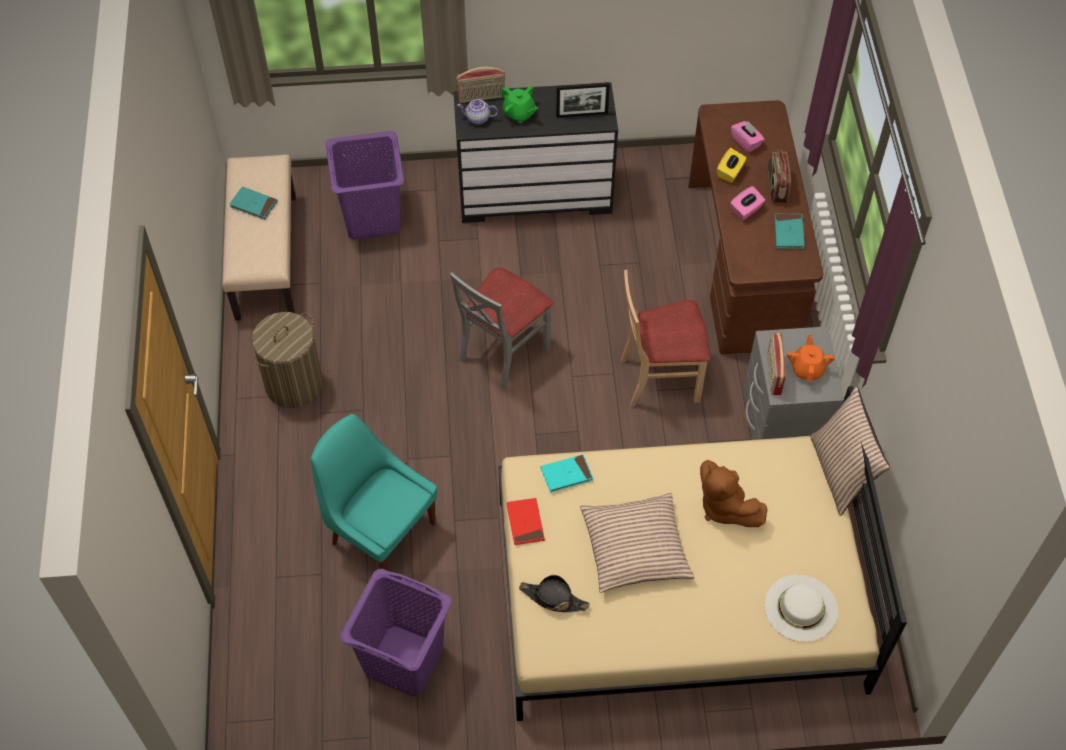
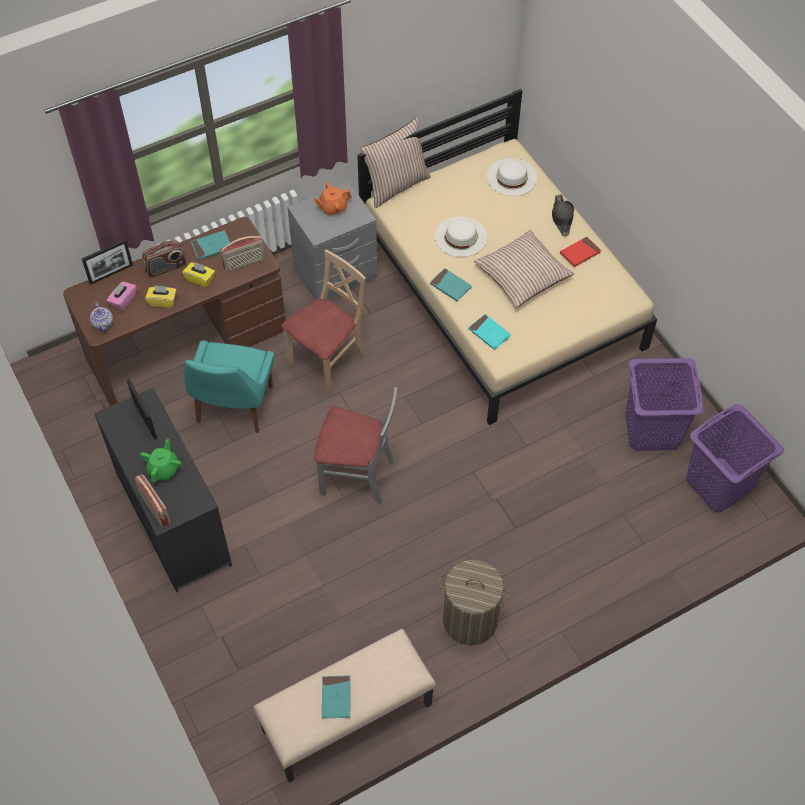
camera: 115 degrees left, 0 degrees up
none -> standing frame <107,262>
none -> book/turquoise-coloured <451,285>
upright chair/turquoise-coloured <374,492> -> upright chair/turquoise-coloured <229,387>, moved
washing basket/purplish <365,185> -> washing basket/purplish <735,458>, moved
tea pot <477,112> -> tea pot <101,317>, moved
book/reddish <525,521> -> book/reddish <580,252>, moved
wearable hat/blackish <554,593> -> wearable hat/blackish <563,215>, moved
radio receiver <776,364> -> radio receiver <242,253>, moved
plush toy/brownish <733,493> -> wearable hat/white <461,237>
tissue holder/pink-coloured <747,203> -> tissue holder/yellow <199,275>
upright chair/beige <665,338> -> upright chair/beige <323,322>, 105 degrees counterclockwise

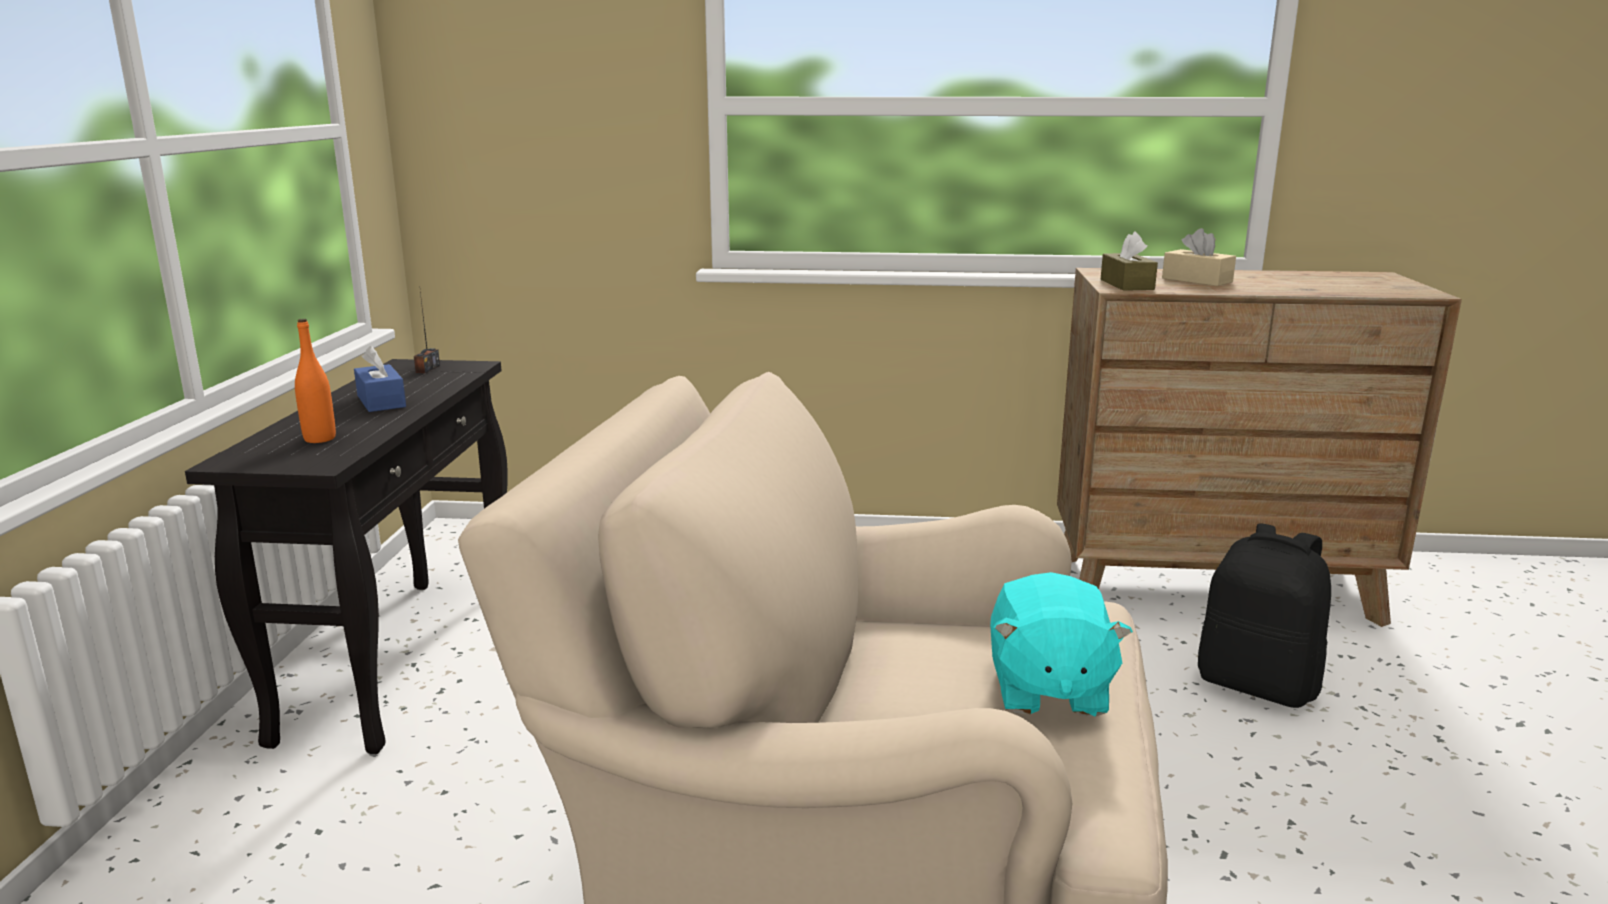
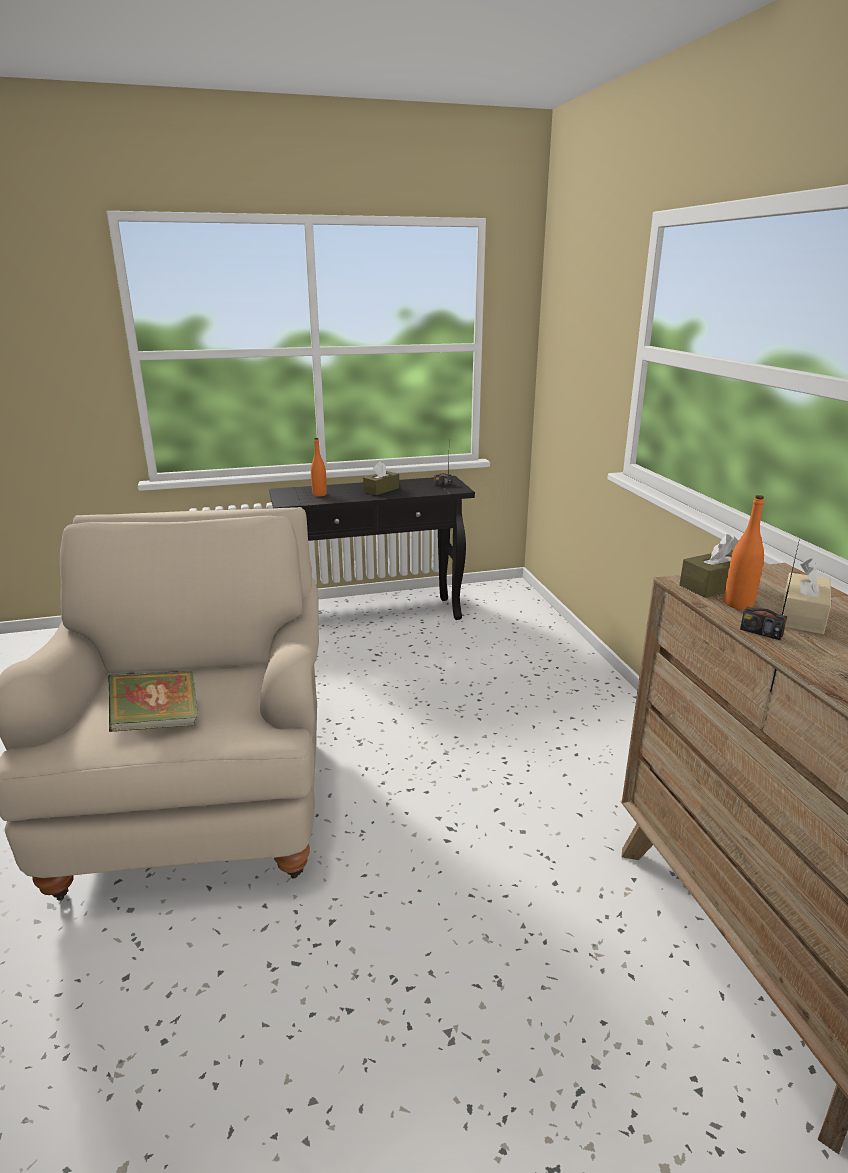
camera: 70 degrees right, 5 degrees up
knapsack/blackish <1264,615> -> none
none -> drink bottle/orange-coloured <744,552>
none -> radio receiver <770,589>
plush toy/turquoise-coloured <1061,644> -> book <153,701>
tissue holder/blue <380,379> -> tissue holder/brownish <381,478>

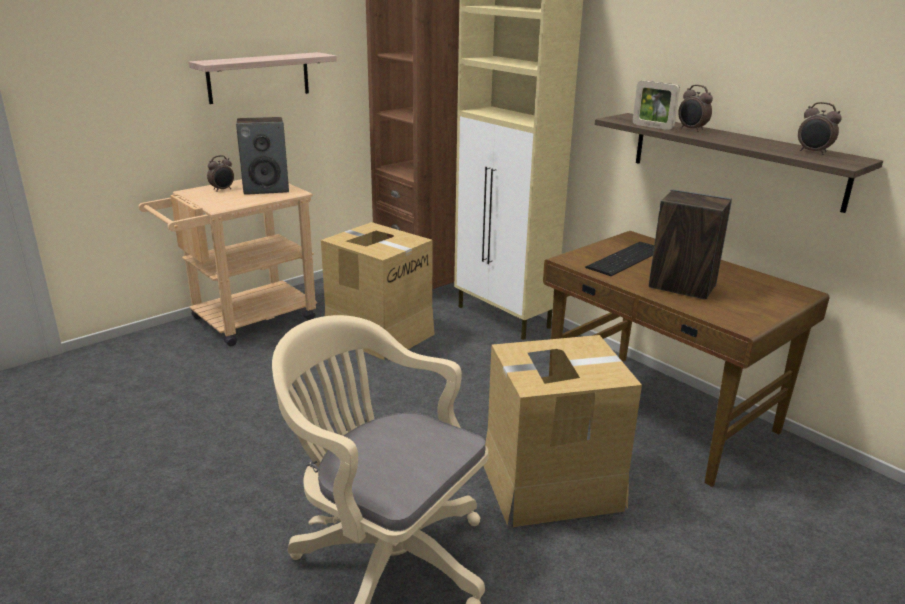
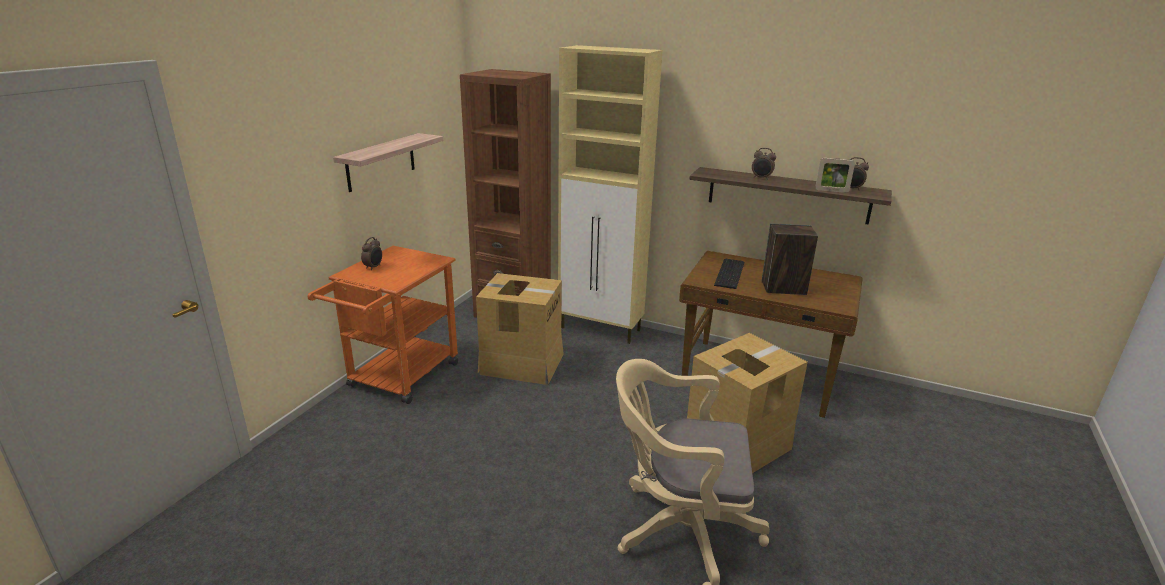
camera: 25 degrees left, 0 degrees up
loudspeaker <262,156> -> none
standing frame <656,105> -> standing frame <835,175>, moved
trolley/beige <227,262> -> trolley/orange-coloured <383,325>

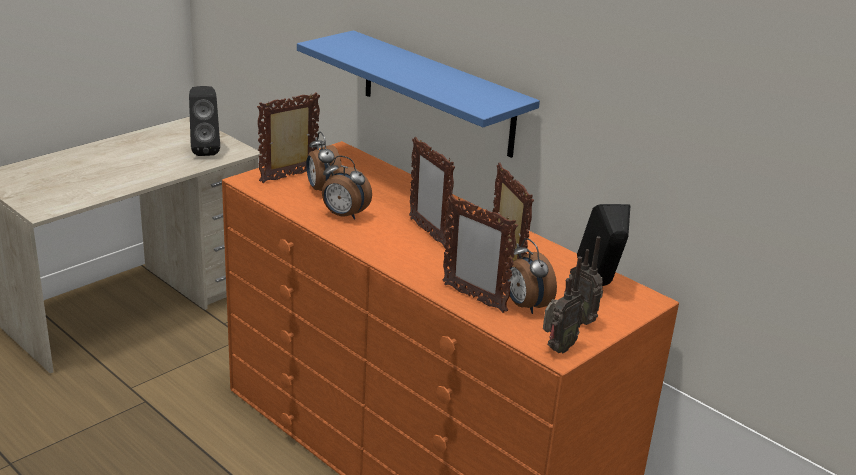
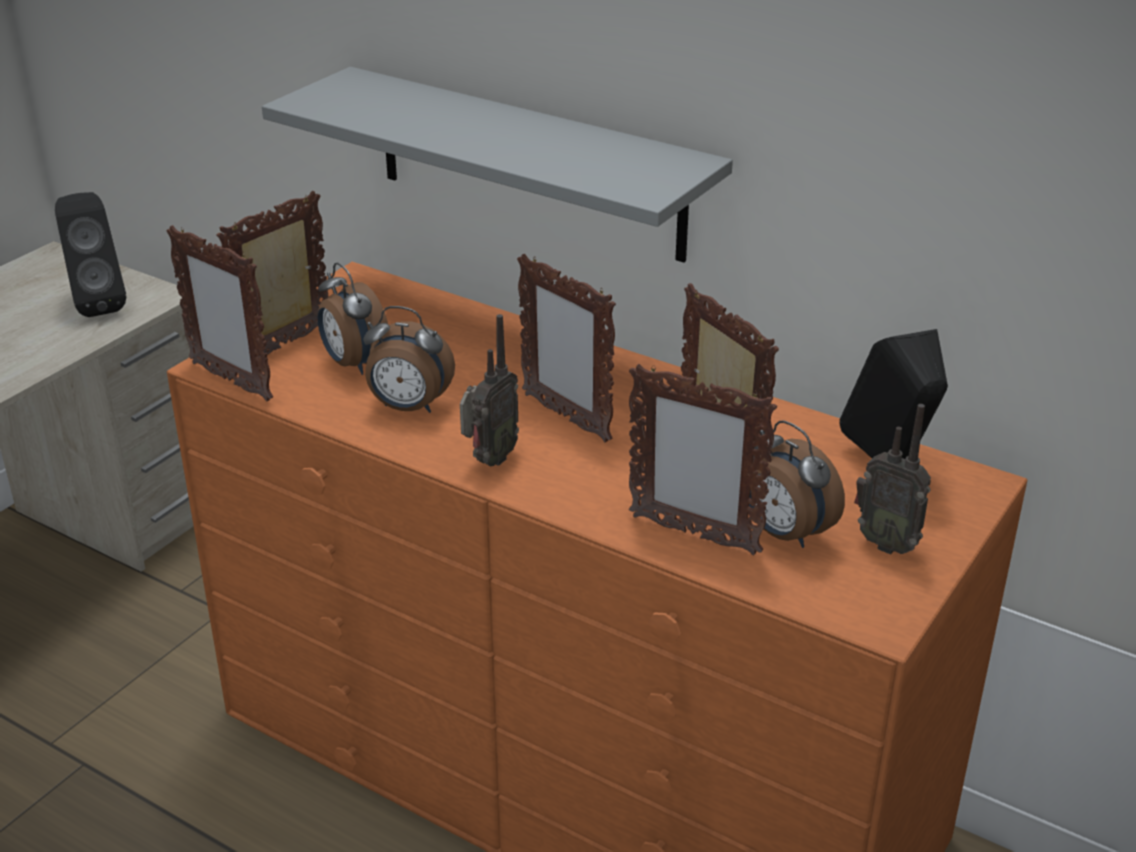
camera: 10 degrees left, 5 degrees up
none -> standing frame <219,313>
radio receiver <563,304> -> radio receiver <489,390>, moved
bracket shelf/blue <418,94> -> bracket shelf/greyish <497,165>

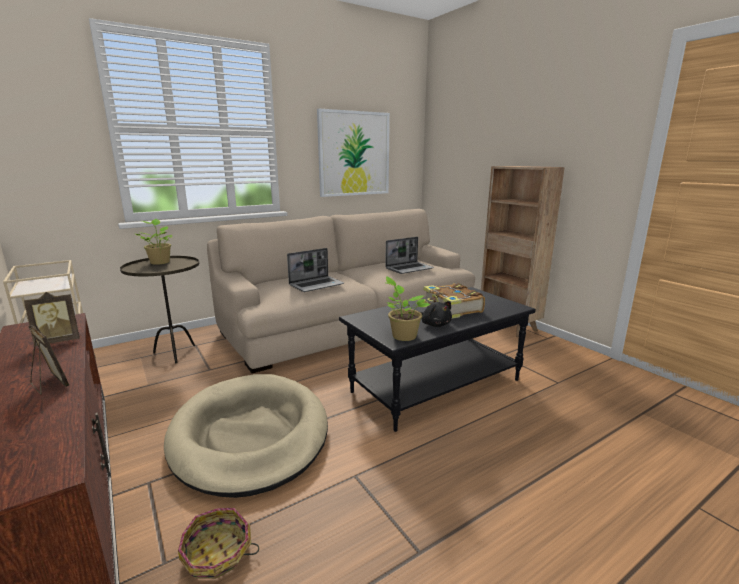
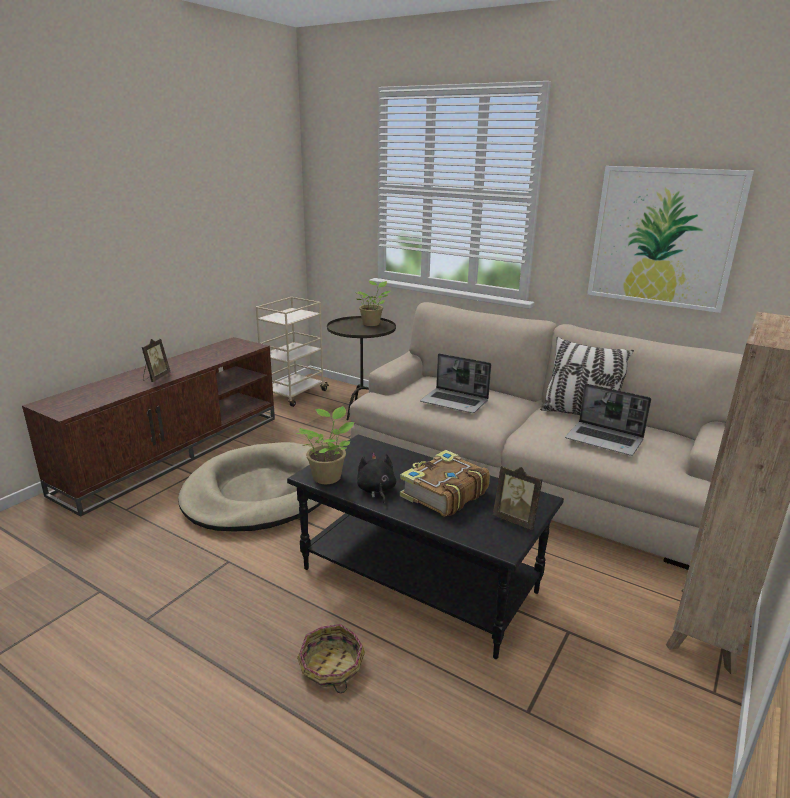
camera: 65 degrees right, 5 degrees up
none -> cushion <587,376>
standing frame <52,319> -> standing frame <518,498>, moved
basket <218,543> -> basket <331,658>, moved
plush toy/blackish <436,314> -> plush toy/blackish <376,478>, 135 degrees clockwise

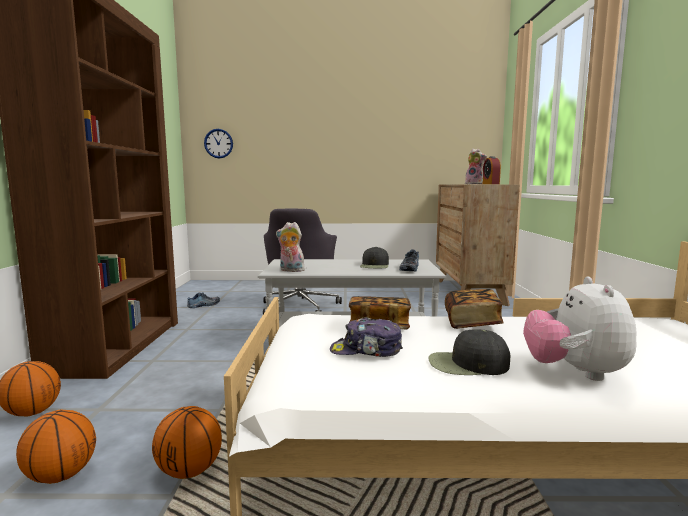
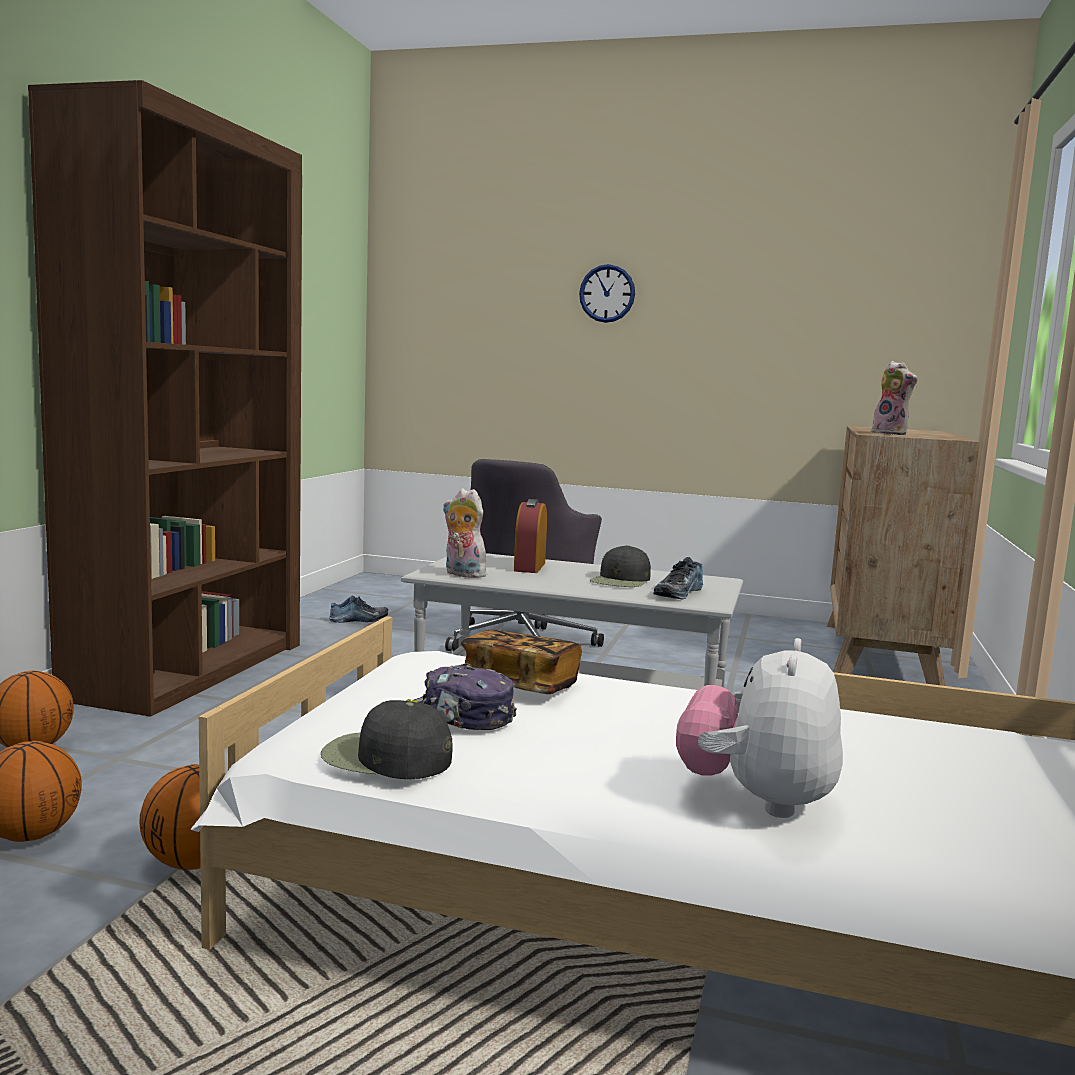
camera: 15 degrees right, 0 degrees up
book <474,309> -> none
clock on the wall <218,144> -> clock on the wall <607,293>, moved
cap/blackish <469,352> -> cap/blackish <387,739>, moved
bedside clock <491,170> -> bedside clock <530,536>, moved

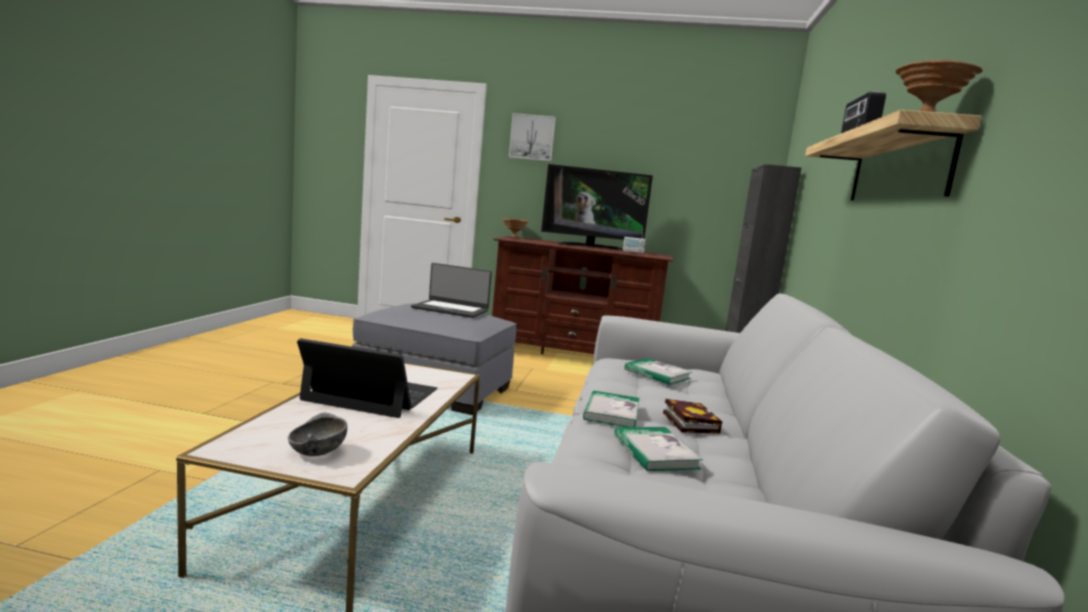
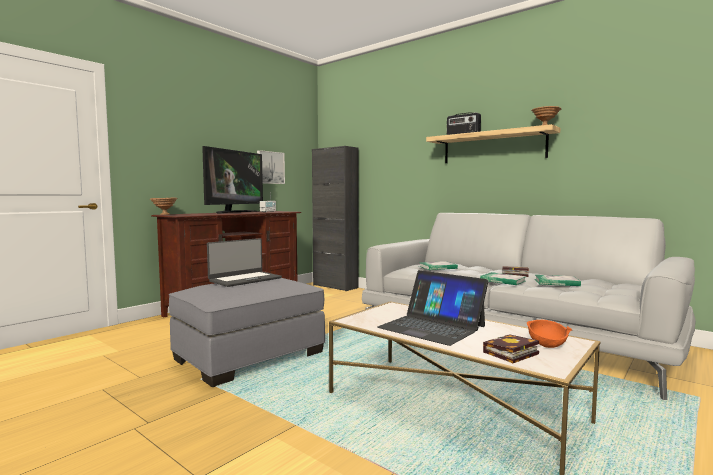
camera: 60 degrees left, 5 degrees down
none -> book <511,348>
wall art <532,137> -> wall art <271,167>, moved
serving bowl/greyish <317,434> -> serving bowl/orange-coloured <549,334>
notebook computer <367,378> -> notebook computer <432,308>, 90 degrees counterclockwise

